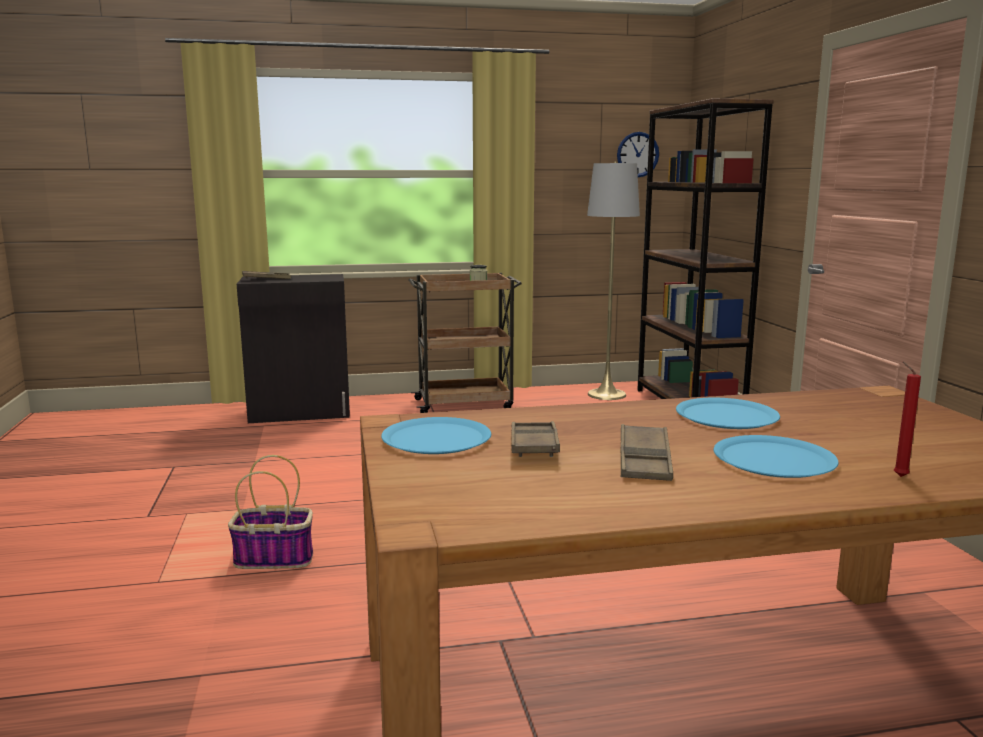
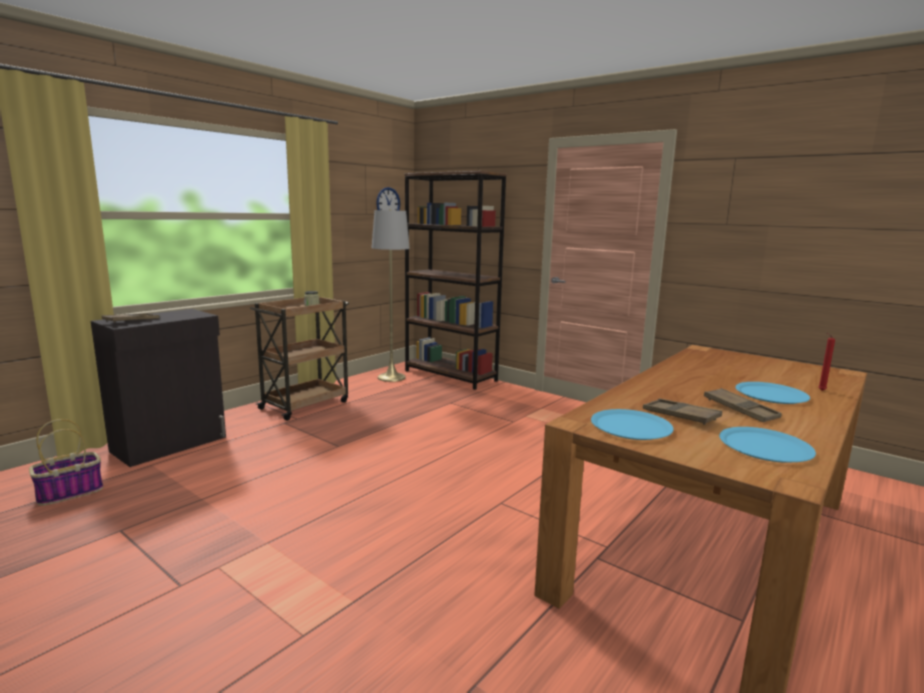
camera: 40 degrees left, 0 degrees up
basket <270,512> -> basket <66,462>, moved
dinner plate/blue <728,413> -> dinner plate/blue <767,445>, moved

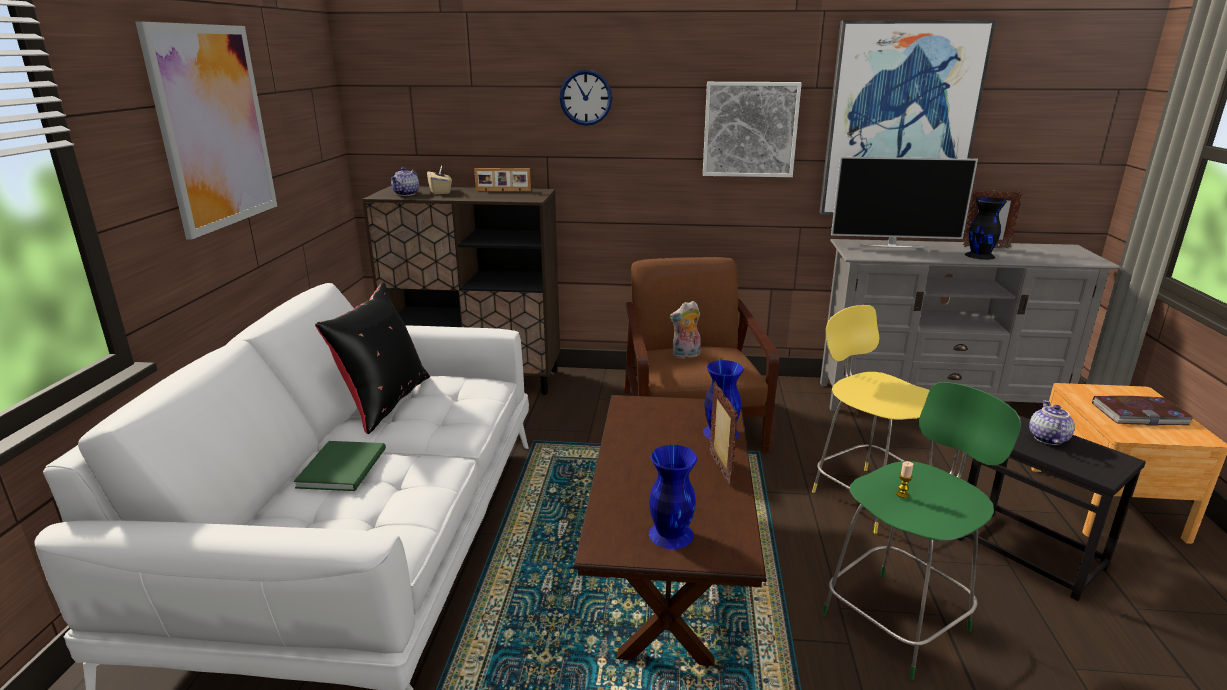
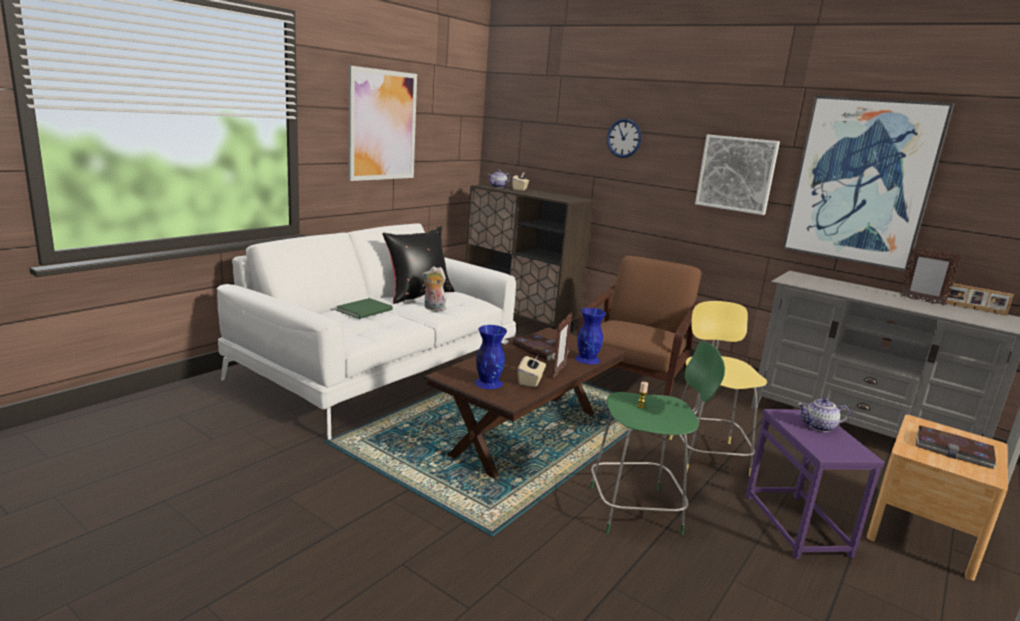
camera: 30 degrees right, 5 degrees down
television <904,202> -> none
decorative vase/blackish <986,228> -> none
none -> book <541,347>
none -> tissue holder/beige <532,370>
standing frame <502,179> -> standing frame <979,299>, moved
plush toy <685,330> -> plush toy <434,289>, moved
side table/blackish <1052,508> -> side table/purplish <814,484>
tea pot <1052,422> -> tea pot <824,415>, 135 degrees counterclockwise

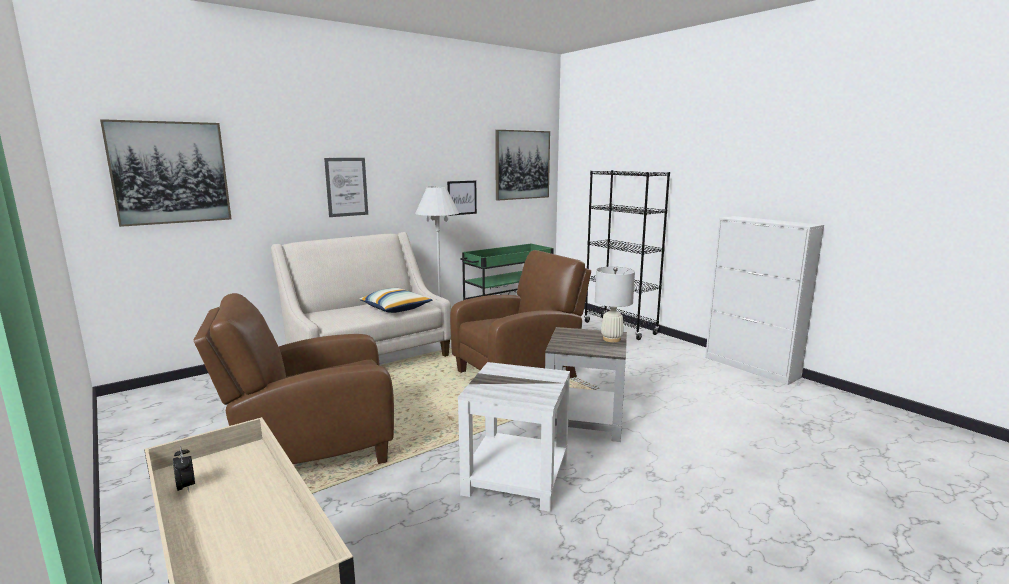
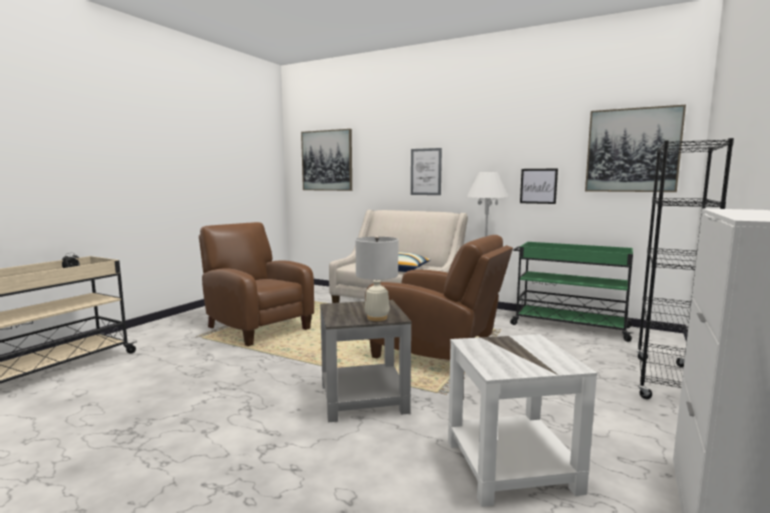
camera: 65 degrees right, 5 degrees down
side table/white <514,437> -> side table/white <522,420>, moved

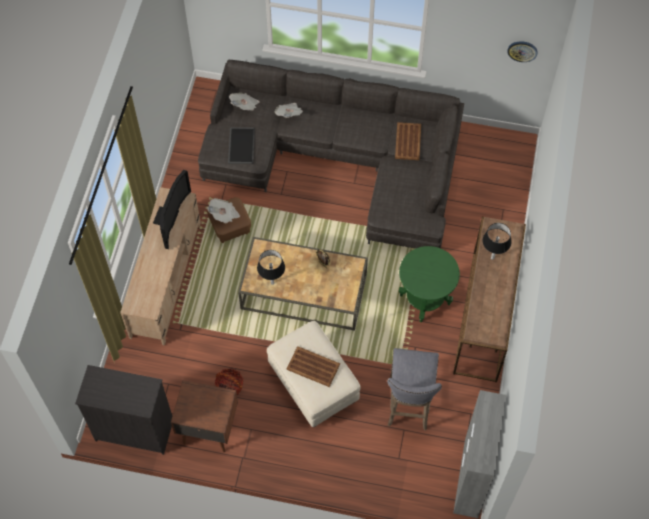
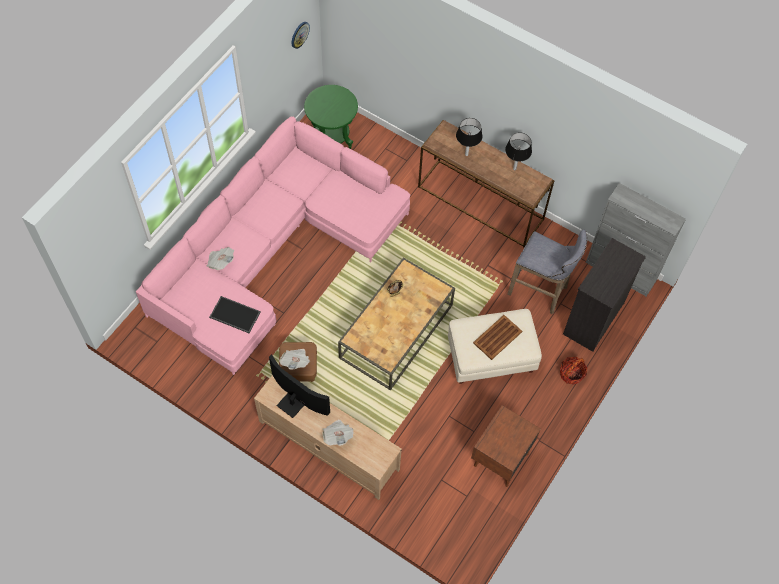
camera: 70 degrees left, 0 degrees up
carrying tray/brownish <408,141> -> none
chest of drawers/blackish <123,410> -> chest of drawers/blackish <604,295>, moved
basket <229,381> -> basket <573,371>, moved
daily paper <244,102> -> daily paper <338,433>, moved
tabletop lamp/blackish <271,267> -> tabletop lamp/blackish <518,151>, moved
side table/green-coloured <429,284> -> side table/green-coloured <331,117>, moved
settee/greyish <331,154> -> settee/pink-coloured <273,246>

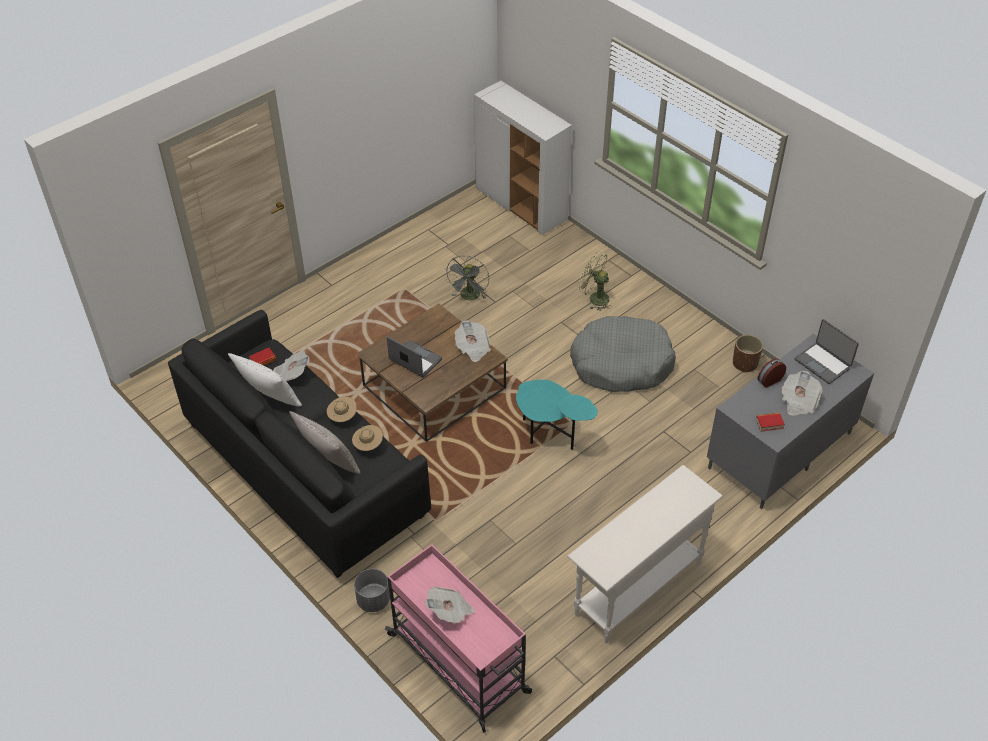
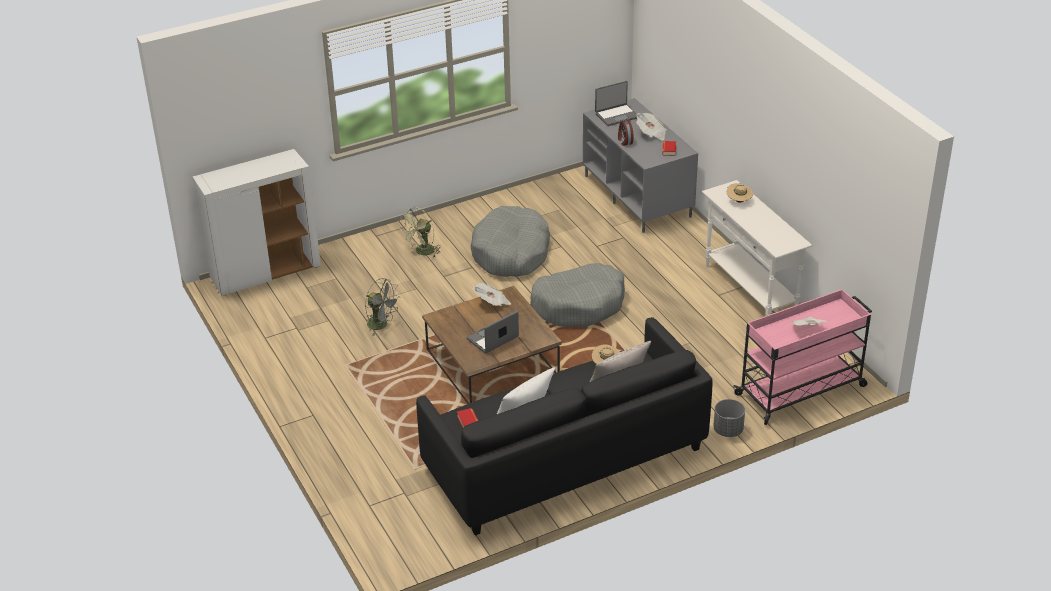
camera: 75 degrees left, 10 degrees down
daily paper <291,366> -> none
flower pot/brownish <748,354> -> none
wearable hat/beige <342,409> -> wearable hat/beige <740,193>, moved
side table/turquoise-coloured <557,415> -> pet bed/greyish <577,295>

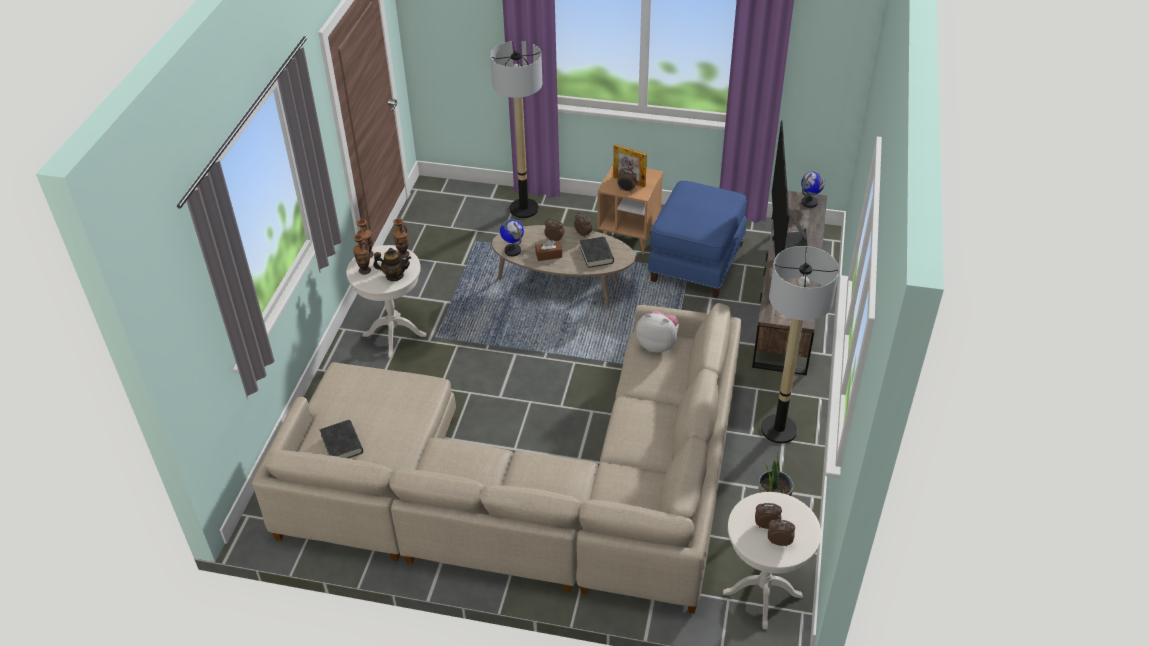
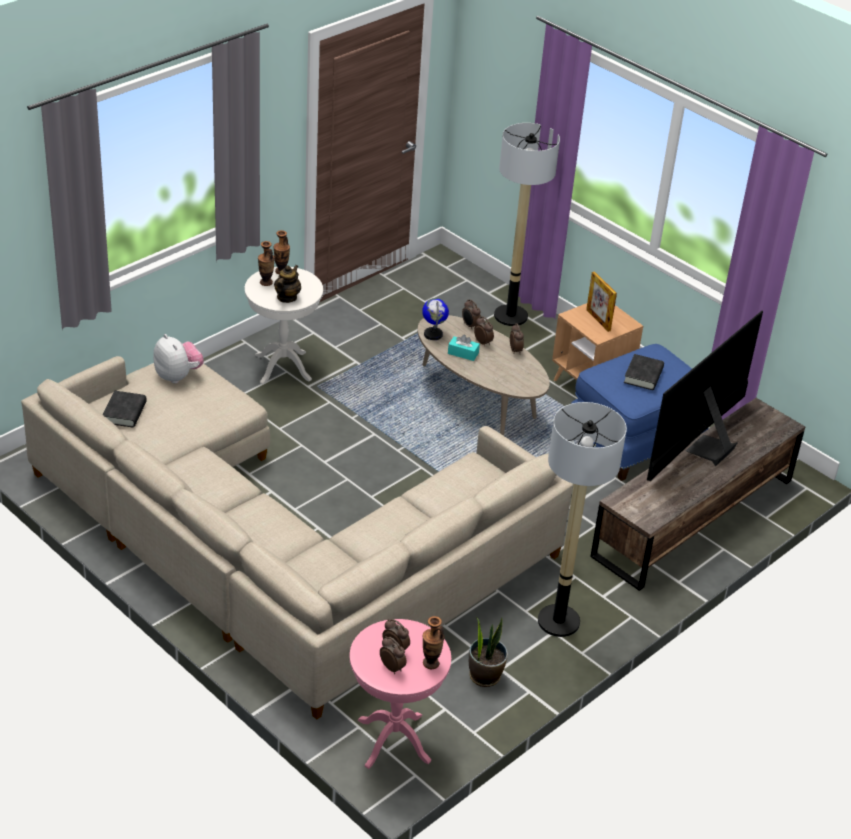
camera: 30 degrees right, 5 degrees down
globe <813,189> -> none
decorative vase <401,238> -> decorative vase <433,642>, moved
book/blackish <597,252> -> book/blackish <644,372>, moved
bedside clock <627,180> -> bedside clock <471,314>, moved
plush toy <657,331> -> plush toy <178,359>, moved
tissue holder/brownish <548,250> -> tissue holder/turquoise-coloured <464,348>
side table/white <772,560> -> side table/pink-coloured <400,694>
tea pot <392,264> -> tea pot <287,284>, 105 degrees counterclockwise

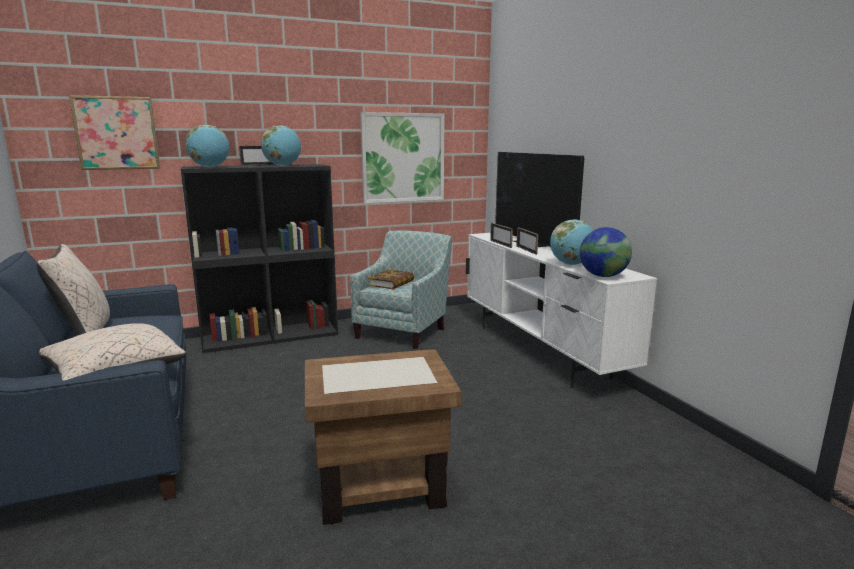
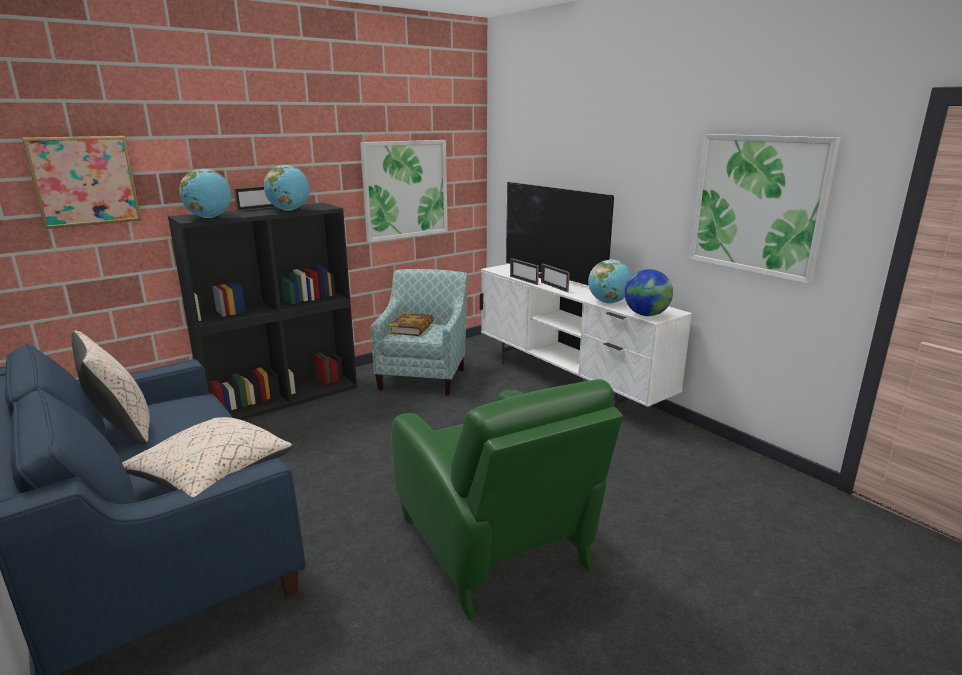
camera: 15 degrees left, 5 degrees up
none -> wall art <765,209>
side table/brownish <383,437> -> armchair/green-coloured <507,499>

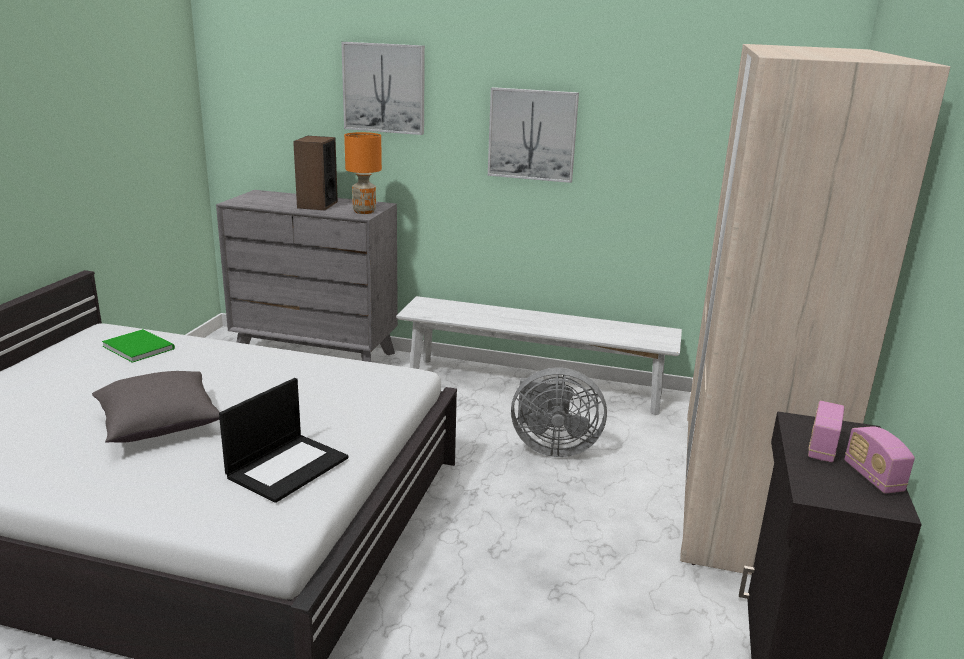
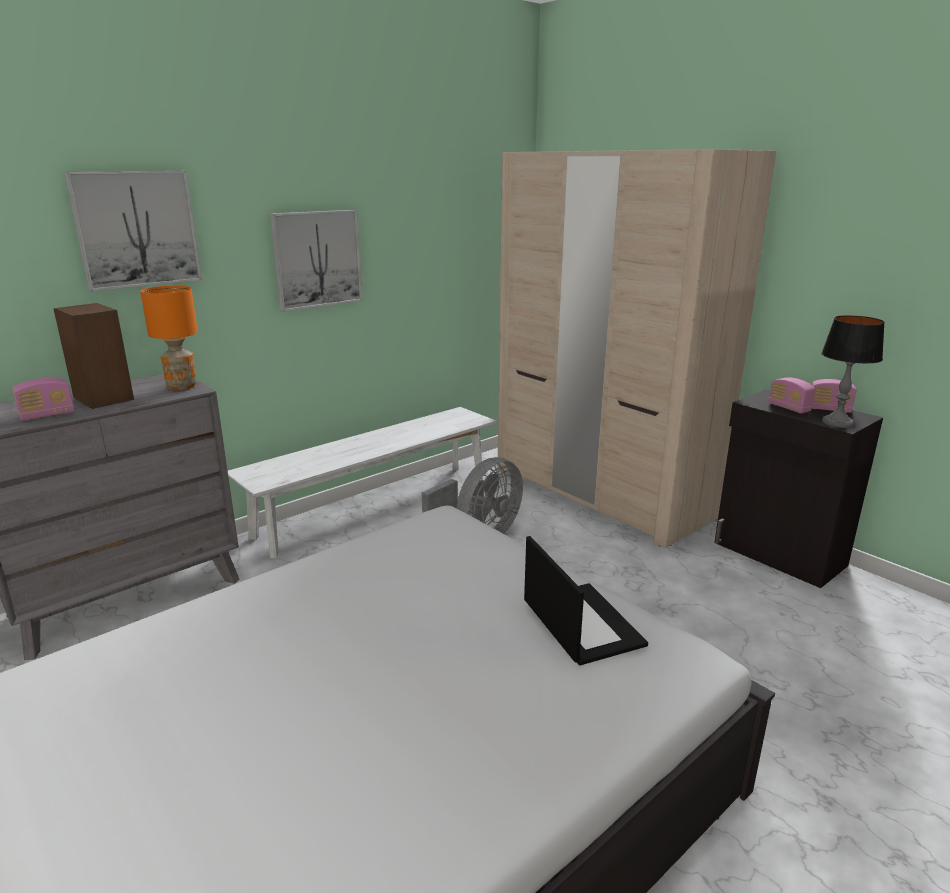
camera: 55 degrees left, 0 degrees up
cushion/greyish <156,407> -> none
book/green-coloured <138,346> -> none
none -> radio receiver <43,399>
none -> tabletop lamp <853,371>

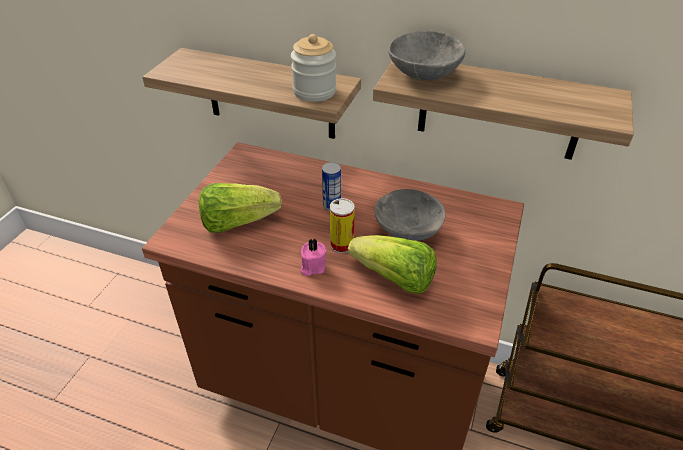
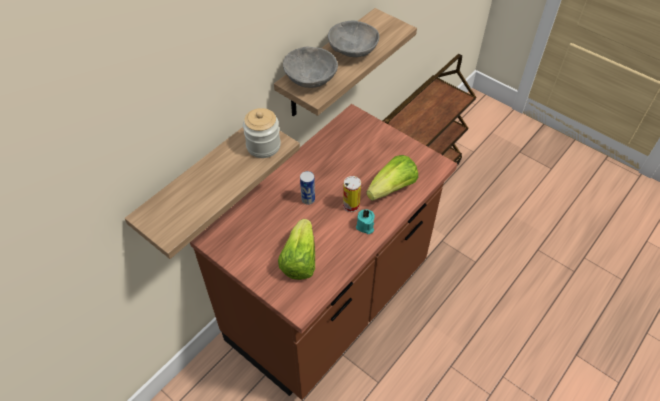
camera: 70 degrees left, 10 degrees up
serving bowl/greyish <410,215> -> serving bowl/greyish <353,39>, moved
candle/pink-coloured <313,257> -> candle/turquoise-coloured <365,221>

